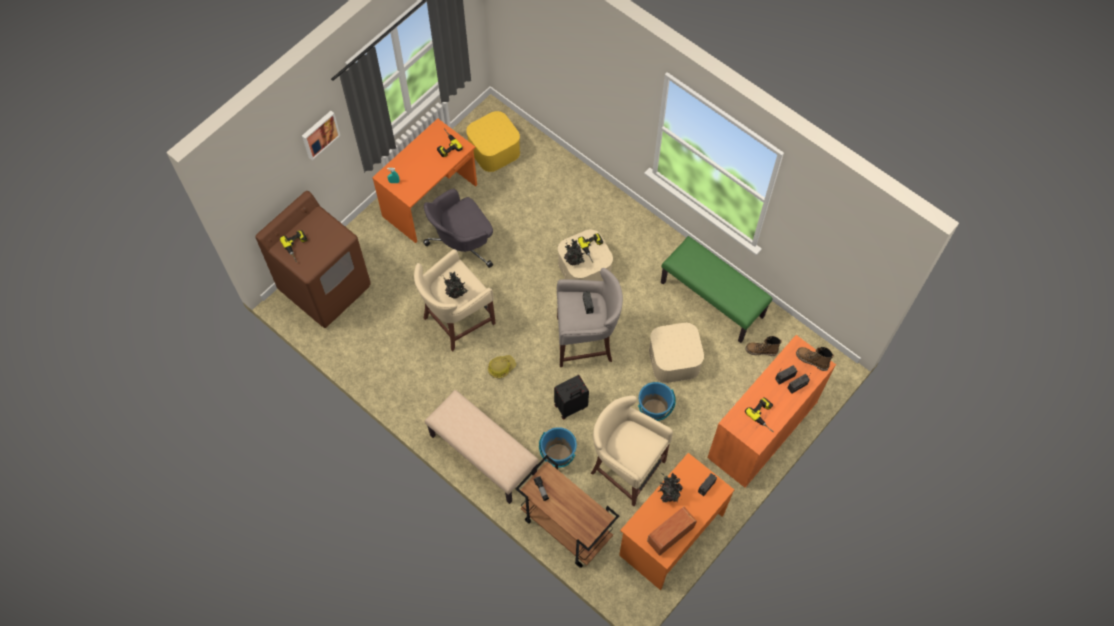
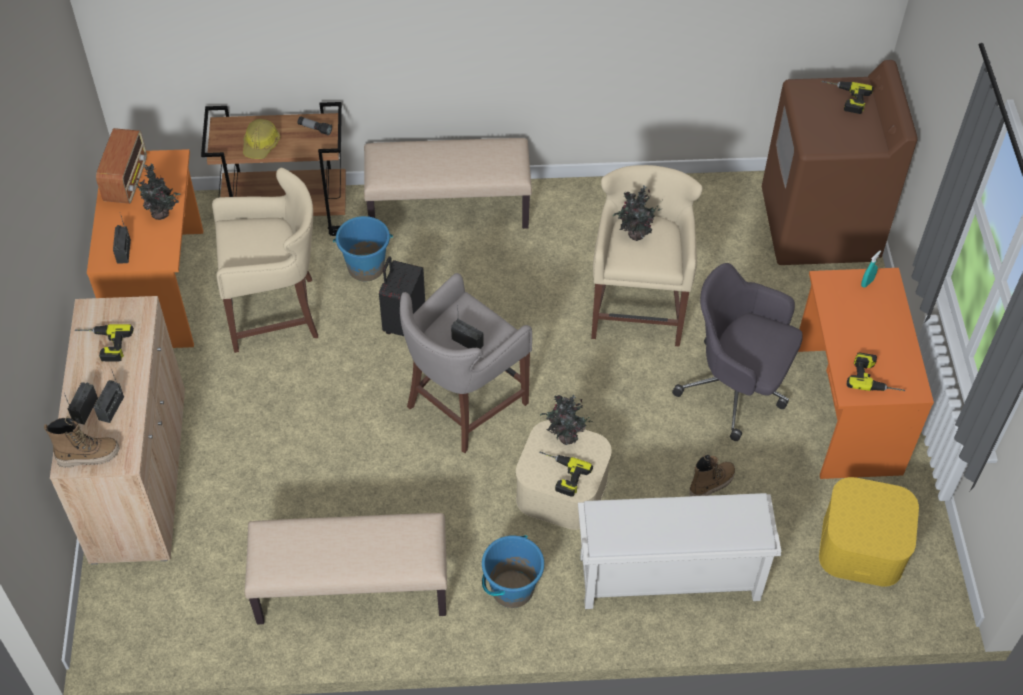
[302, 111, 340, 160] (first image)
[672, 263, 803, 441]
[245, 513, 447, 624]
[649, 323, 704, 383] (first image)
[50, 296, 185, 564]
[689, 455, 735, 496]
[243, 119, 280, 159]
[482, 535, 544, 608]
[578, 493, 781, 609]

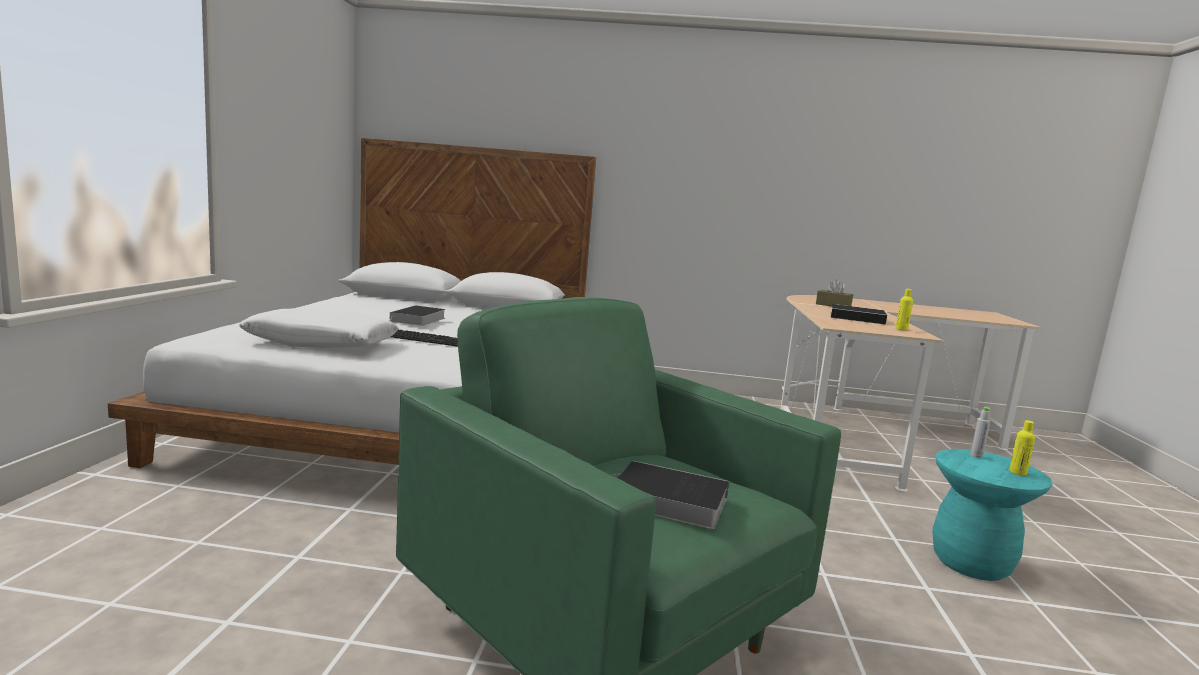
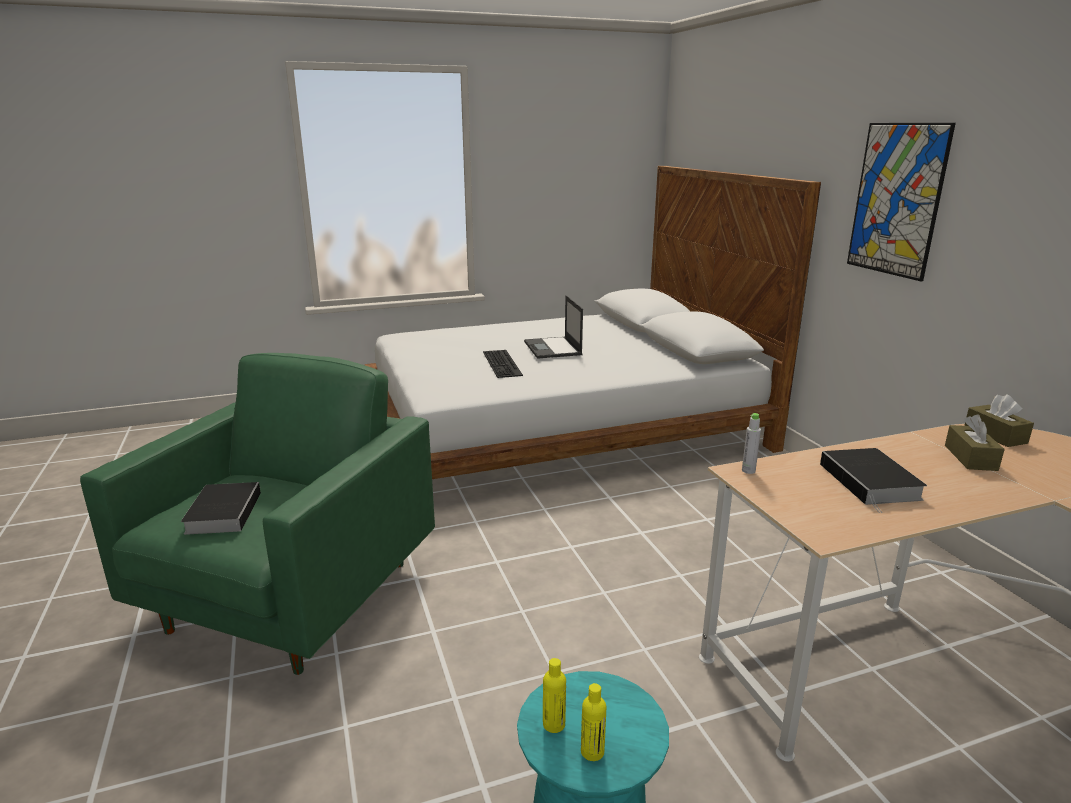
[543, 658, 566, 733]
[524, 295, 583, 359]
[239, 308, 399, 348] (first image)
[742, 413, 761, 474]
[847, 123, 956, 281]
[964, 394, 1034, 447]

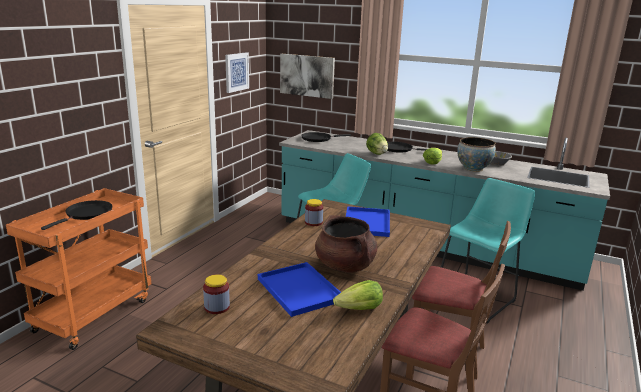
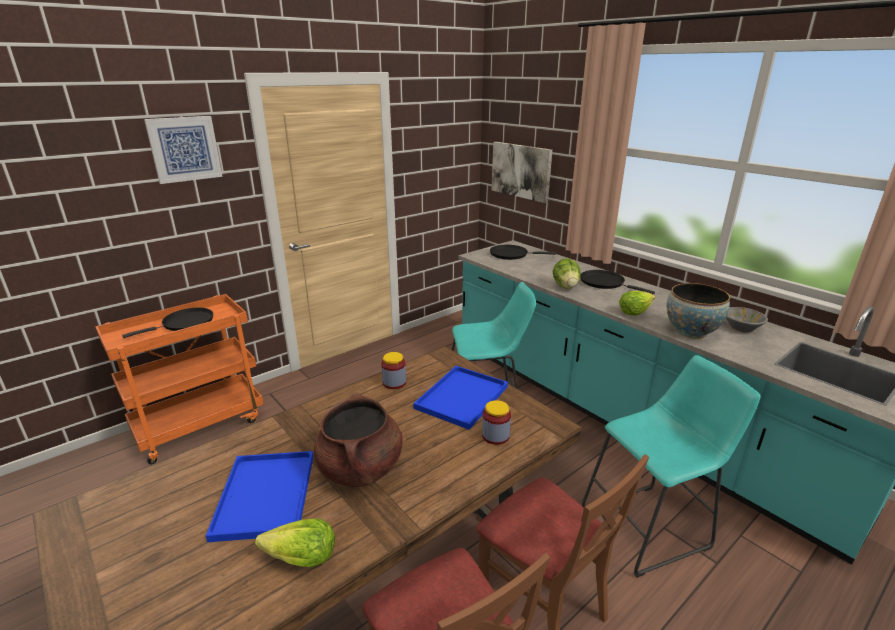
[144, 116, 222, 184]
[482, 400, 511, 445]

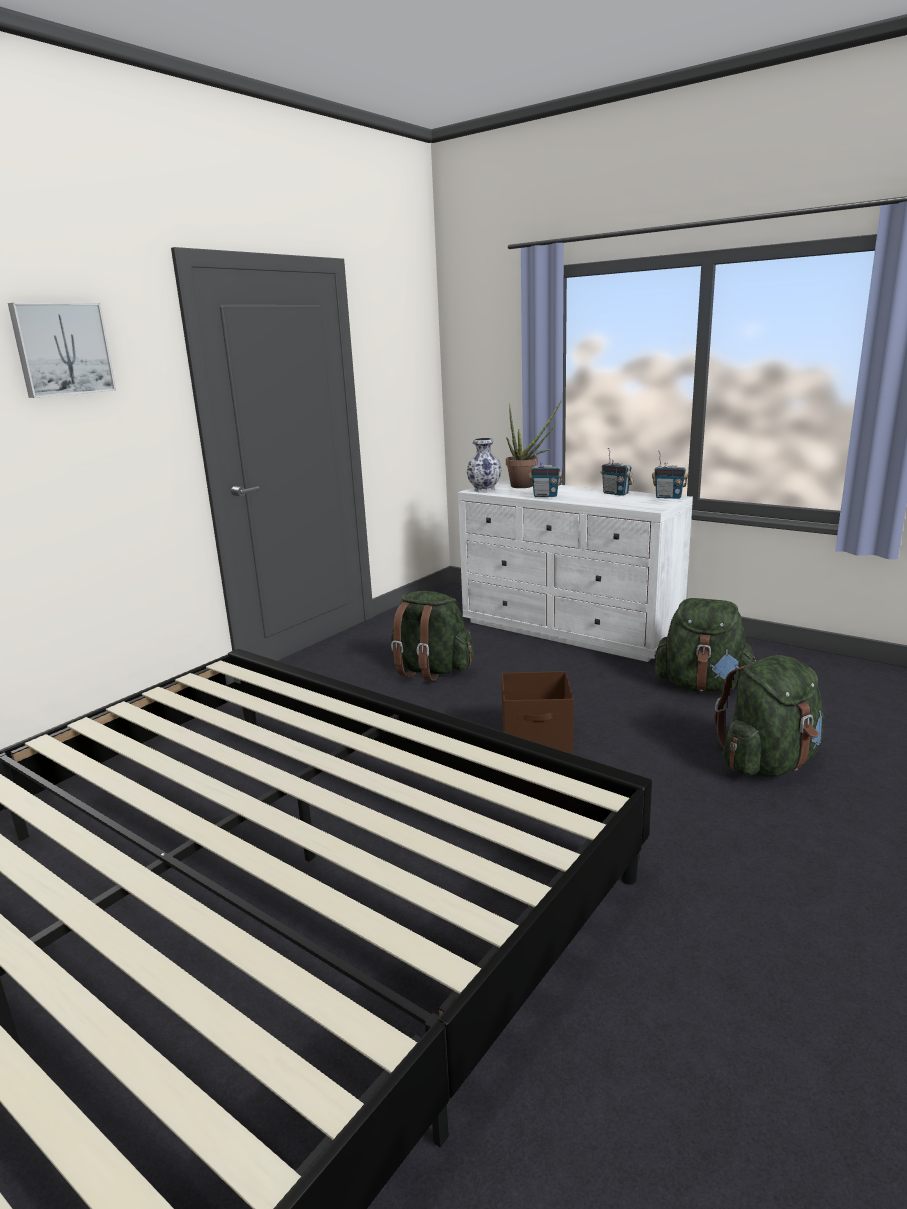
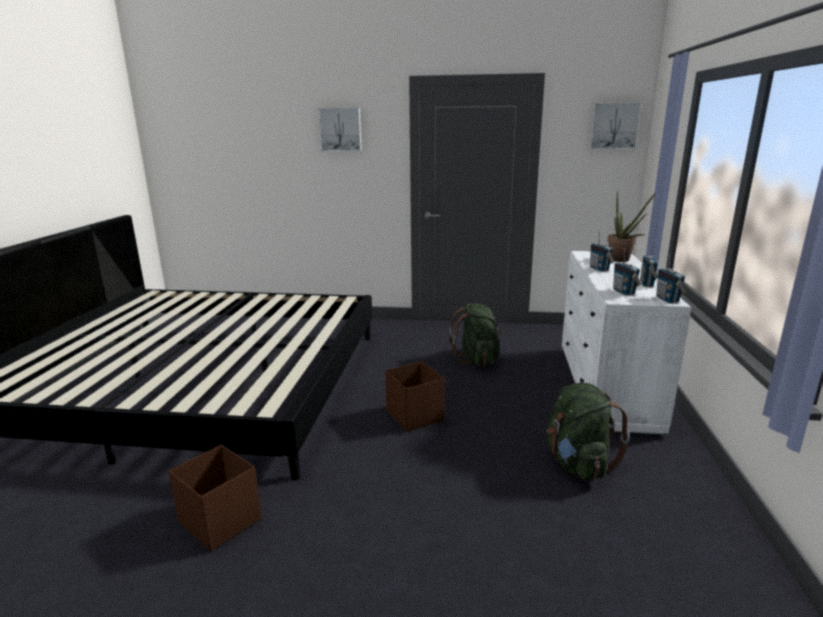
[467, 438, 502, 492] (first image)
[714, 655, 825, 777] (first image)
[590, 102, 641, 149]
[613, 248, 641, 295]
[169, 444, 261, 551]

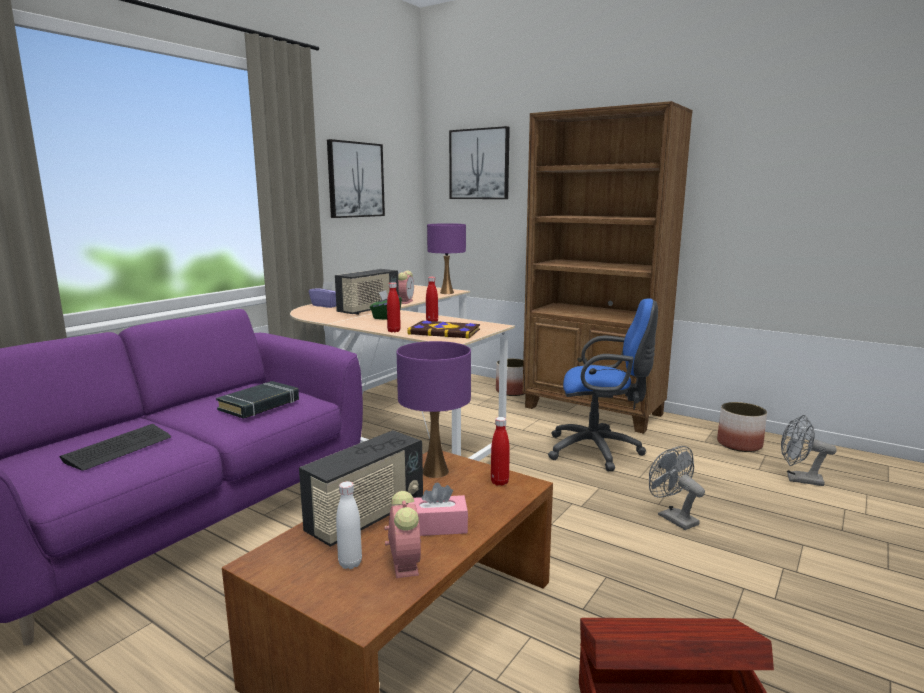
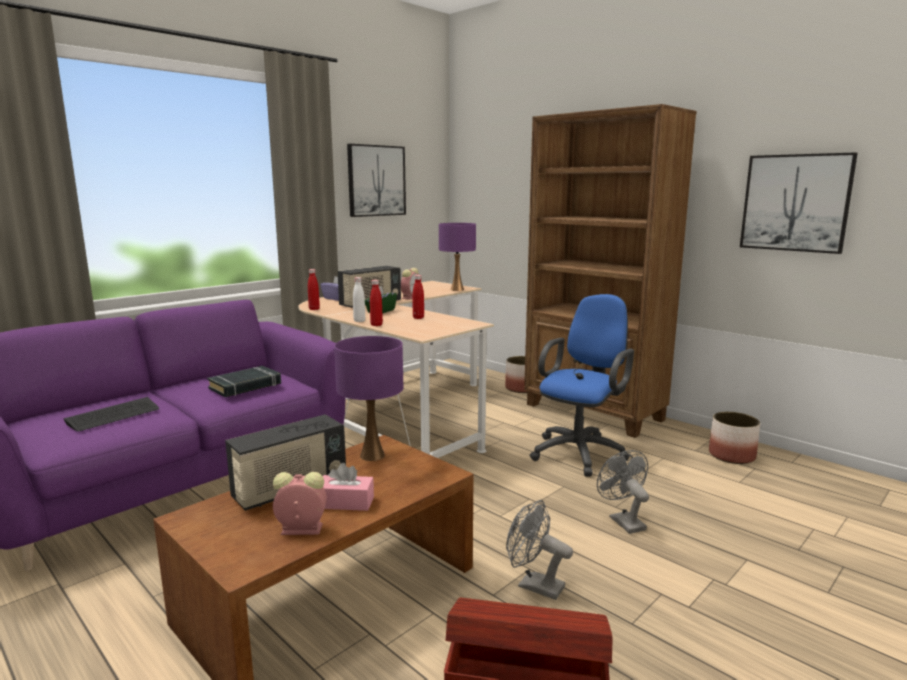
[740, 152, 858, 254]
[530, 294, 634, 476]
[407, 320, 480, 339] (first image)
[506, 500, 573, 600]
[308, 269, 320, 310]
[353, 277, 365, 322]
[273, 472, 327, 535]

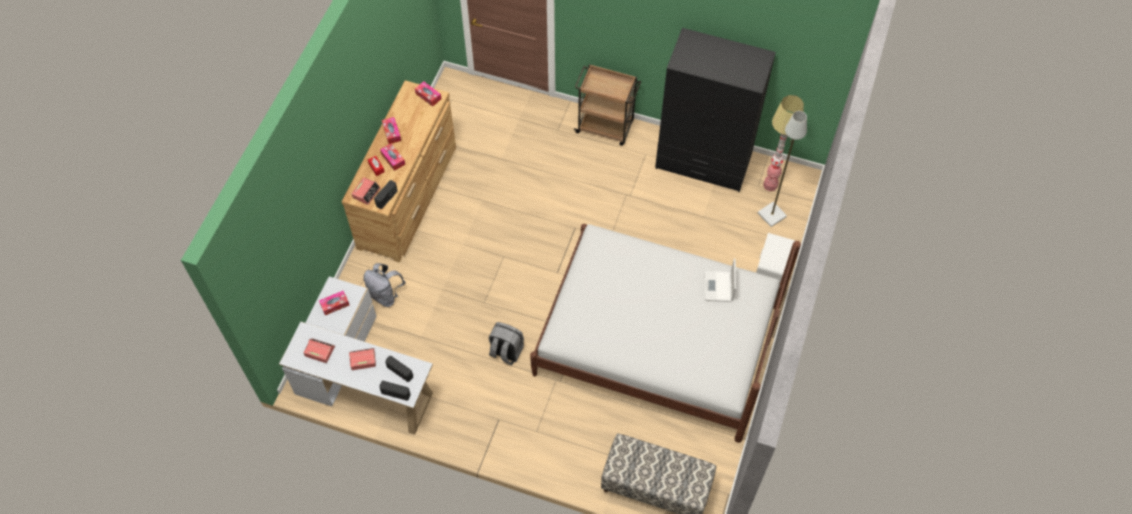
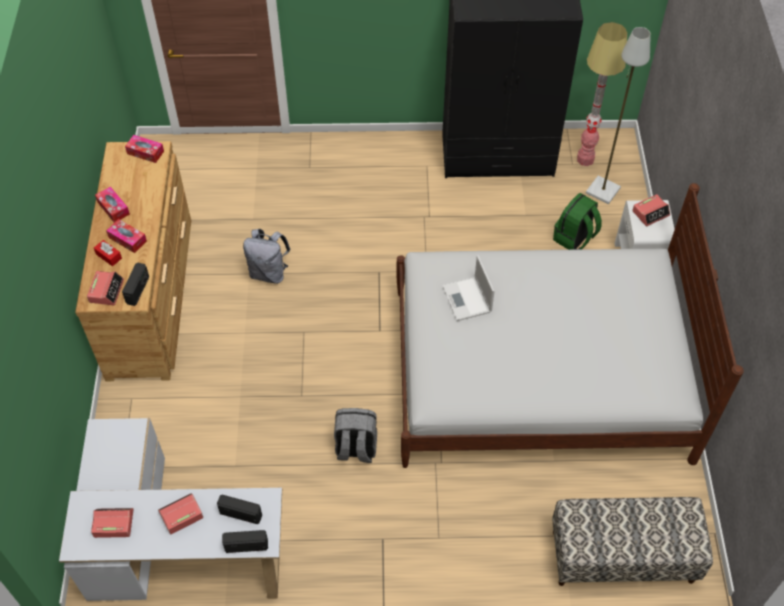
[574, 64, 641, 146] (first image)
[442, 255, 495, 321]
[243, 229, 291, 284]
[319, 291, 349, 315] (first image)
[553, 193, 602, 250]
[632, 194, 670, 226]

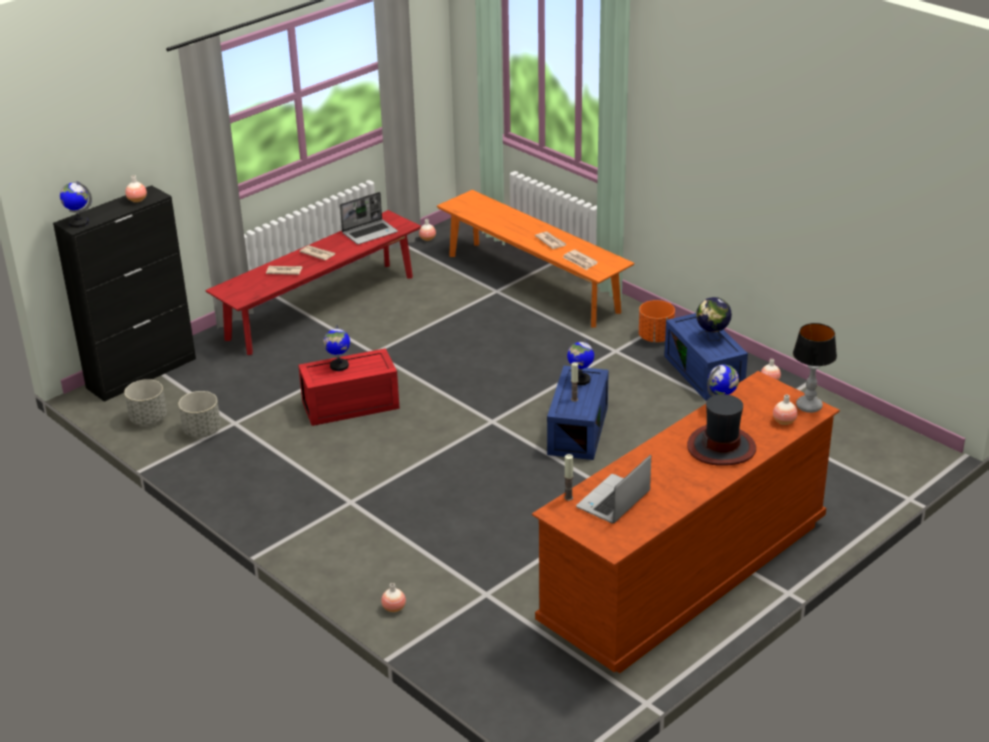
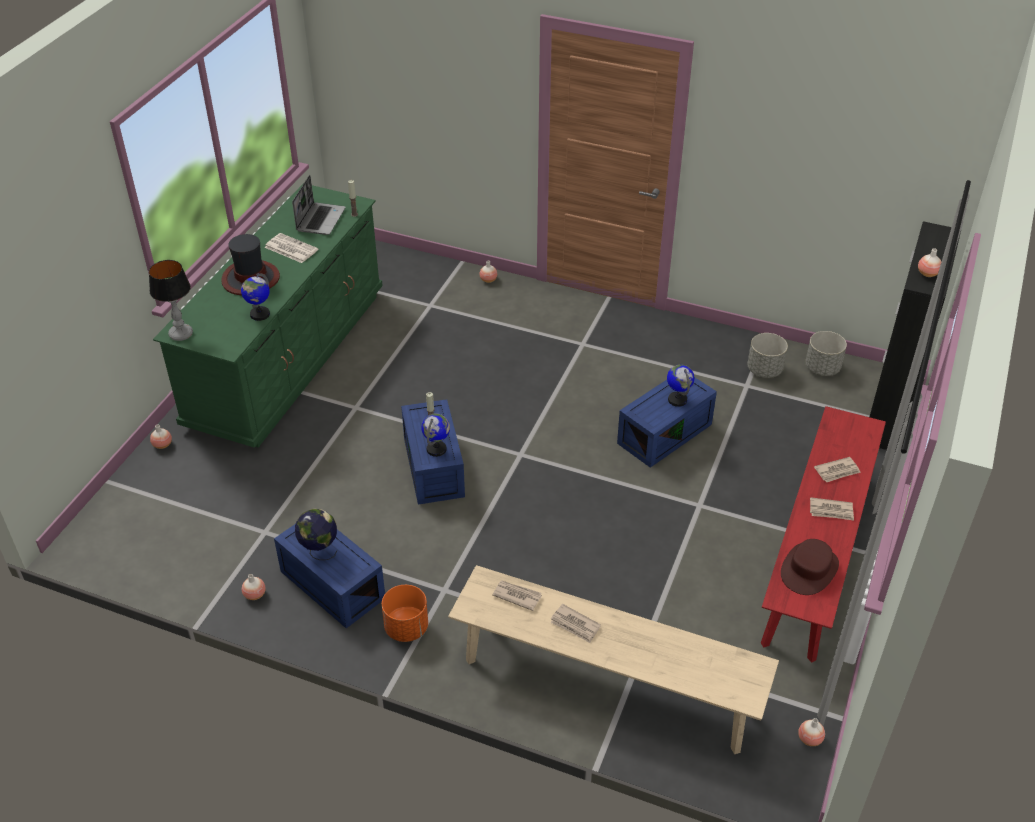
[60, 181, 92, 228] (first image)
[448, 565, 779, 754]
[781, 539, 839, 595]
[617, 377, 717, 468]
[153, 183, 383, 448]
[150, 424, 172, 449]
[264, 233, 318, 263]

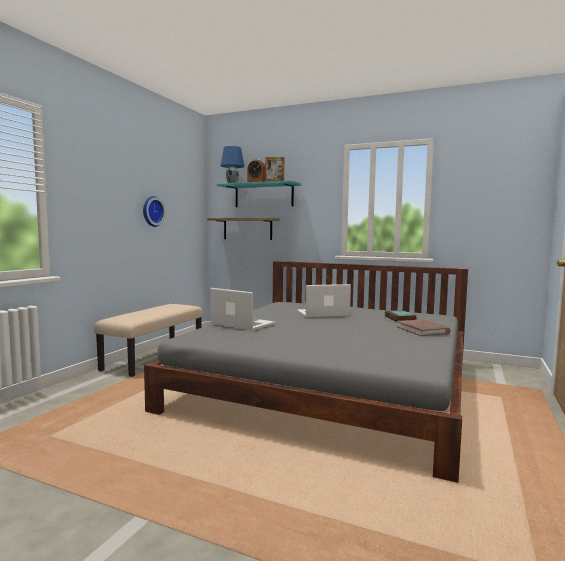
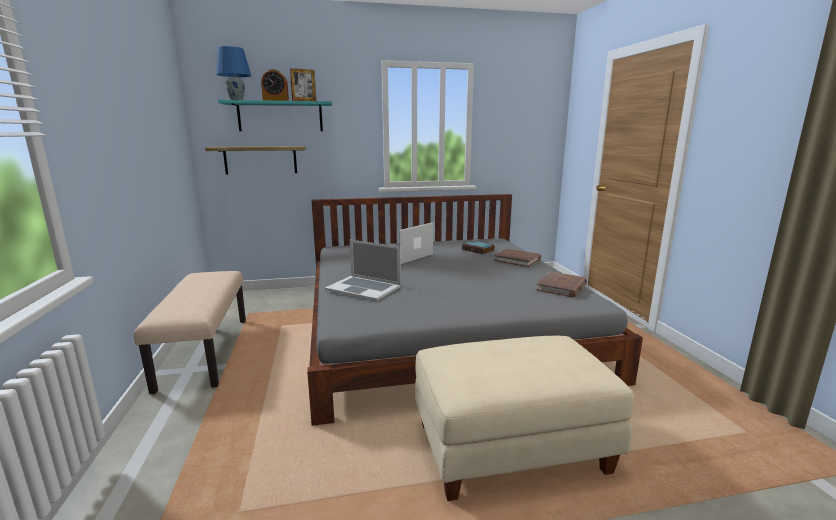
[143, 196, 166, 227] (first image)
[325, 240, 401, 301]
[536, 272, 587, 297]
[415, 336, 634, 501]

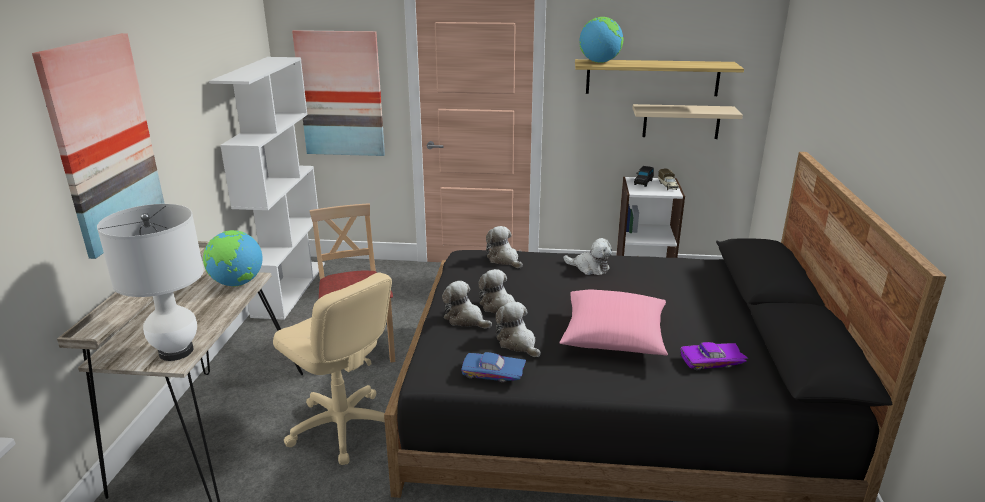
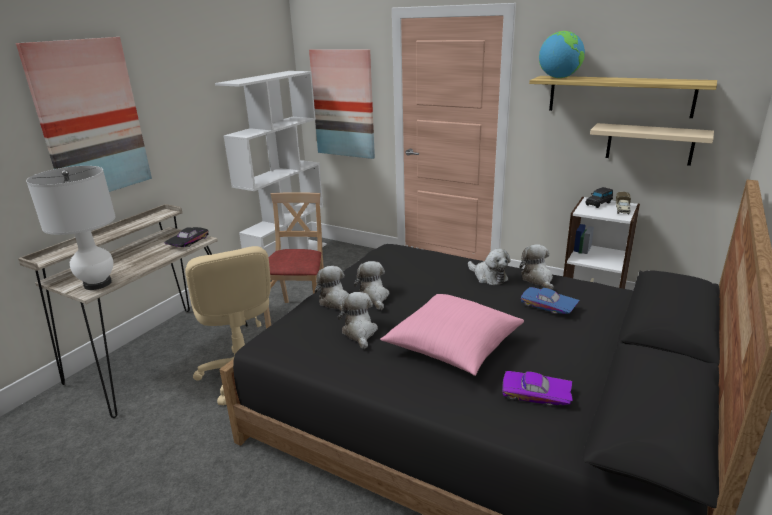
[519, 244, 553, 290]
[165, 227, 209, 247]
[521, 287, 580, 314]

